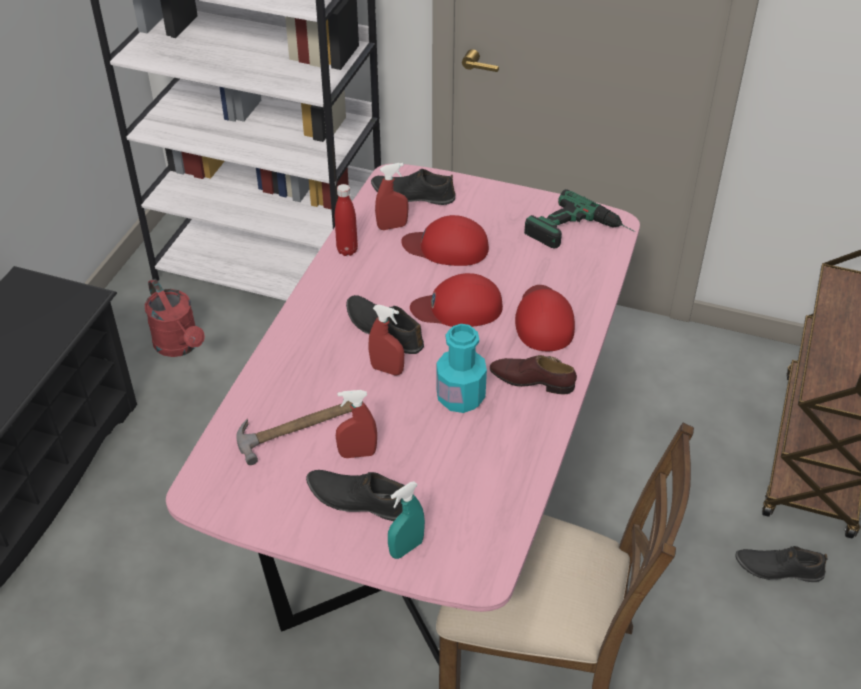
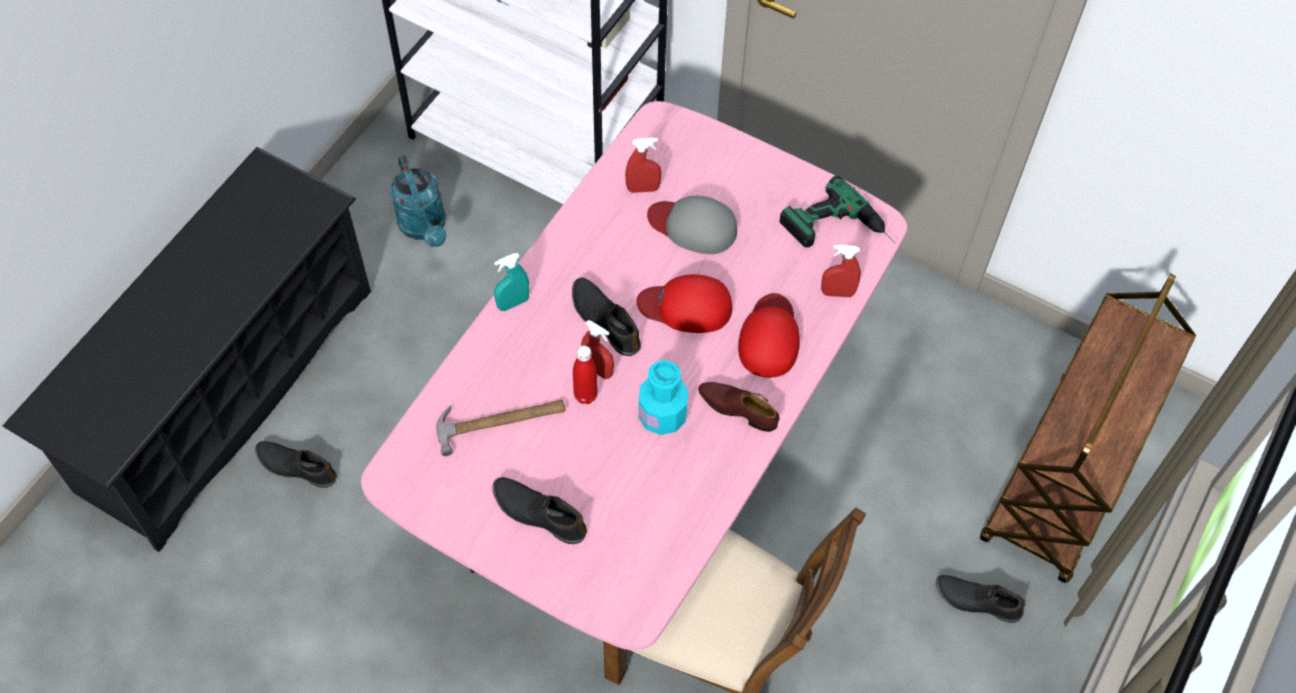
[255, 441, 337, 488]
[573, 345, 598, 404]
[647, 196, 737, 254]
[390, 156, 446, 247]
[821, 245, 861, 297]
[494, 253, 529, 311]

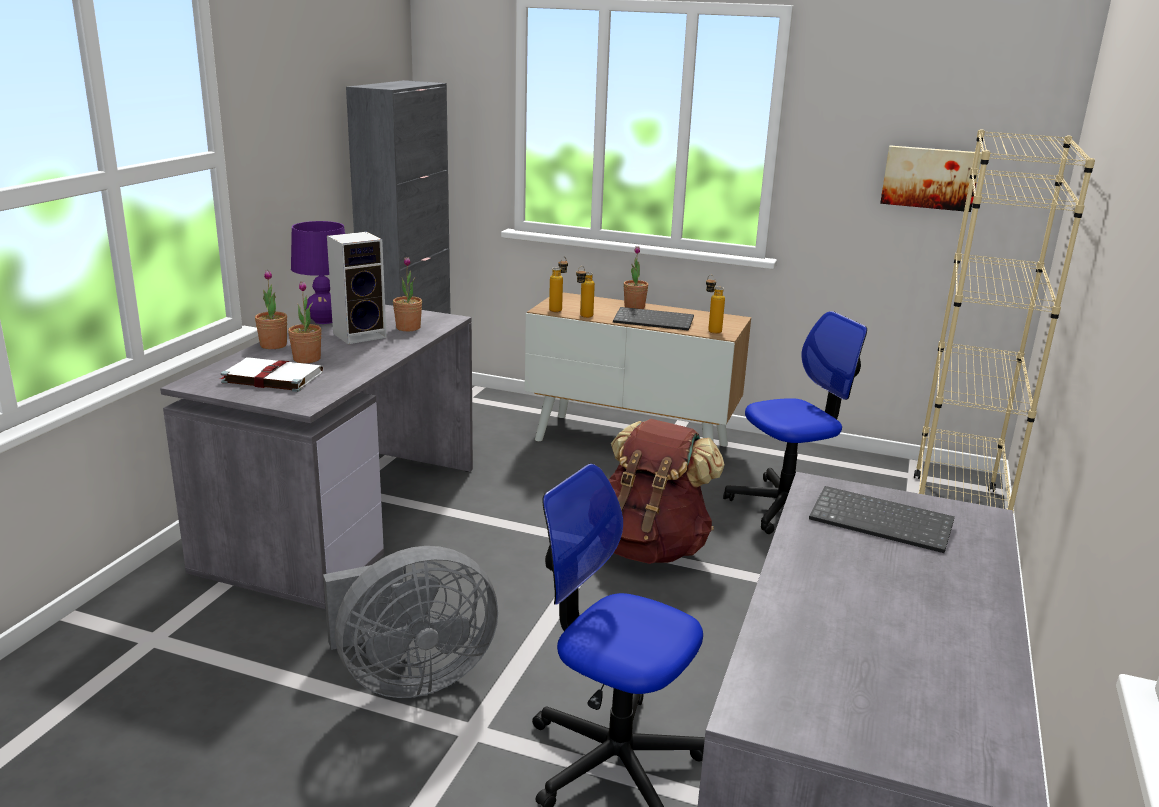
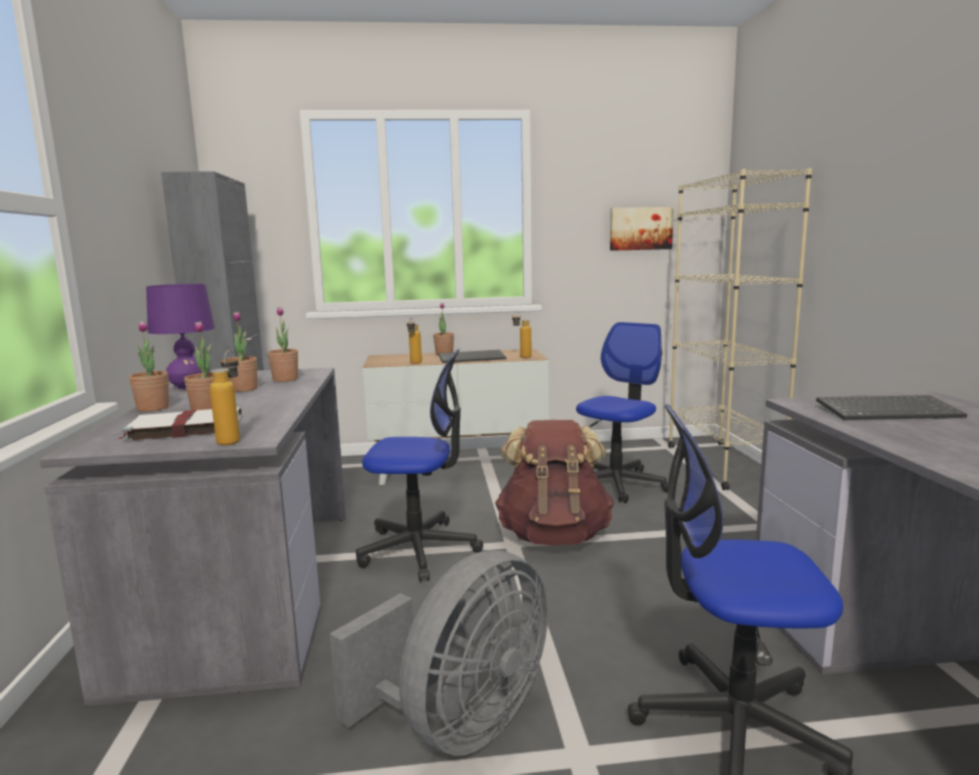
[228, 312, 257, 392]
[210, 350, 240, 445]
[356, 349, 483, 582]

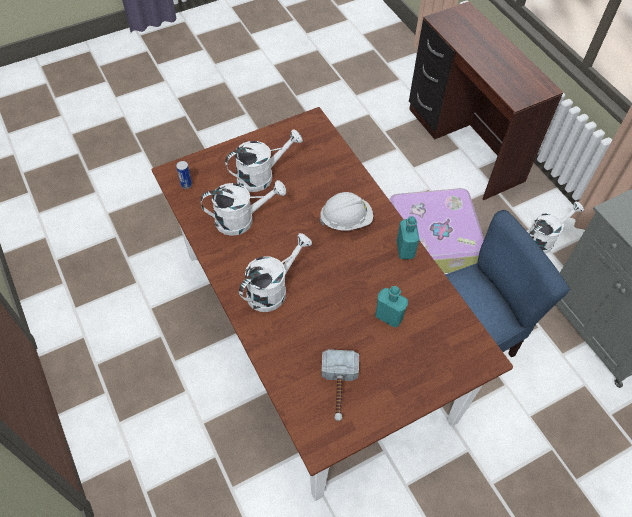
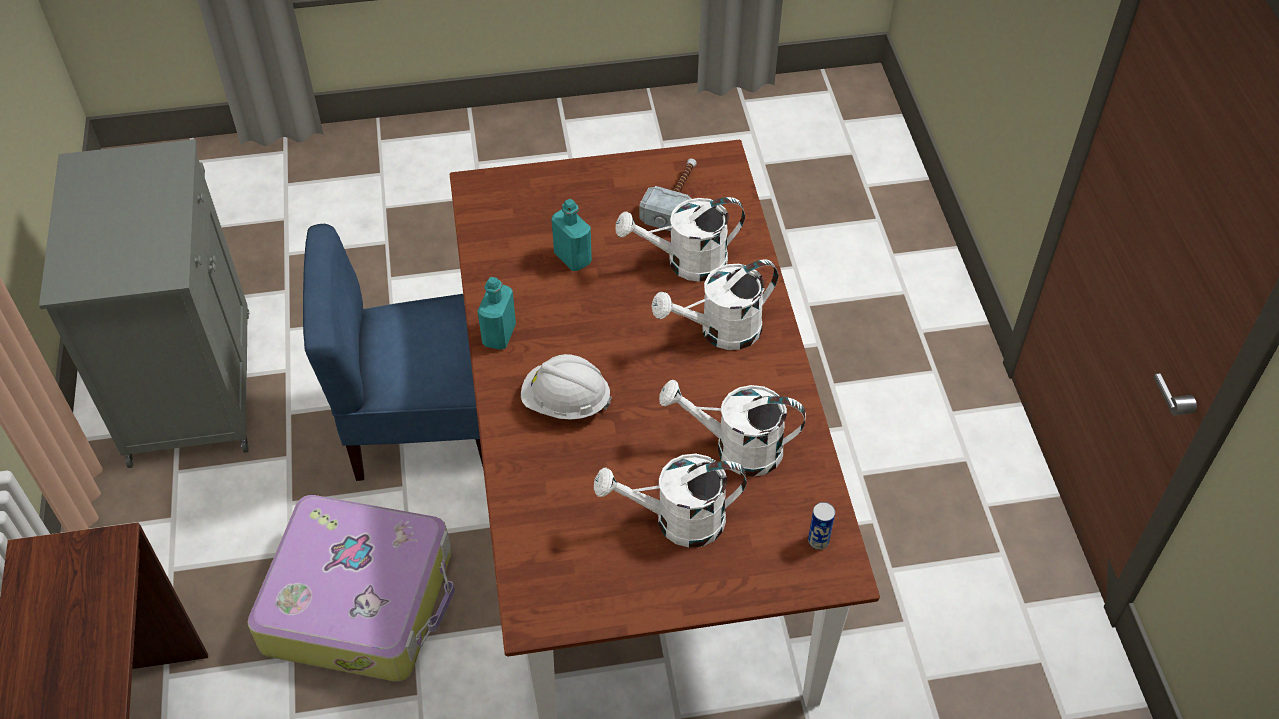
[616, 197, 745, 282]

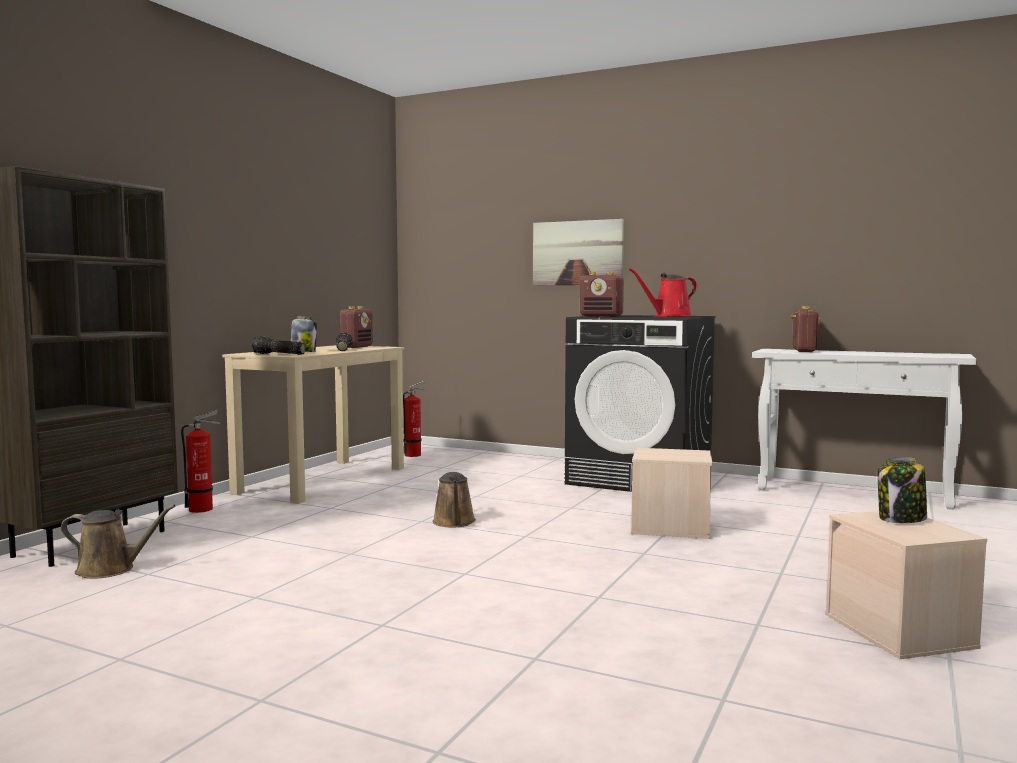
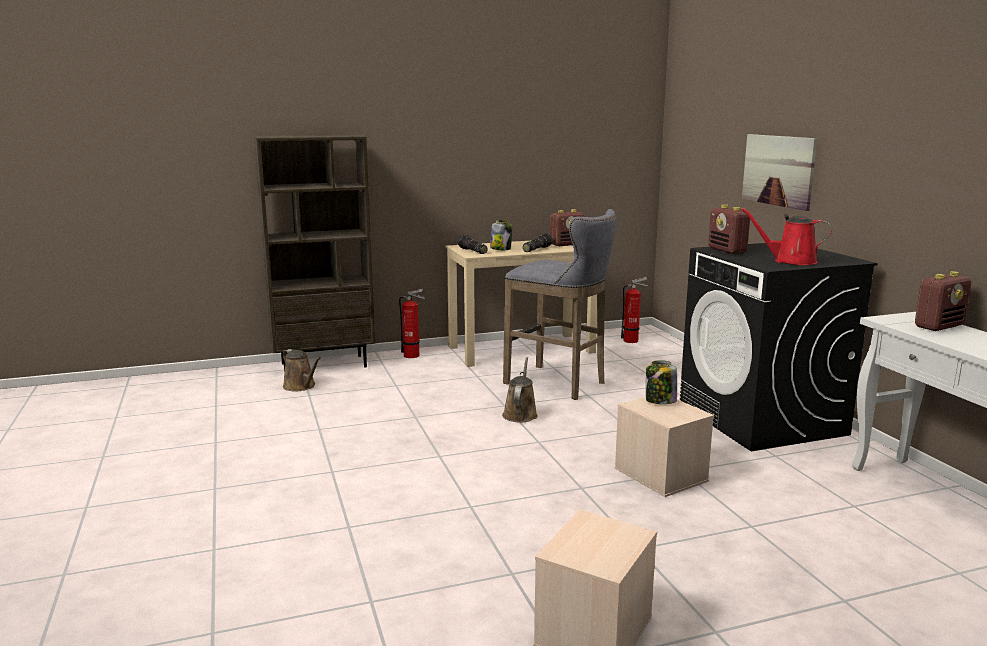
[646, 360, 677, 404]
[502, 357, 538, 422]
[503, 209, 616, 400]

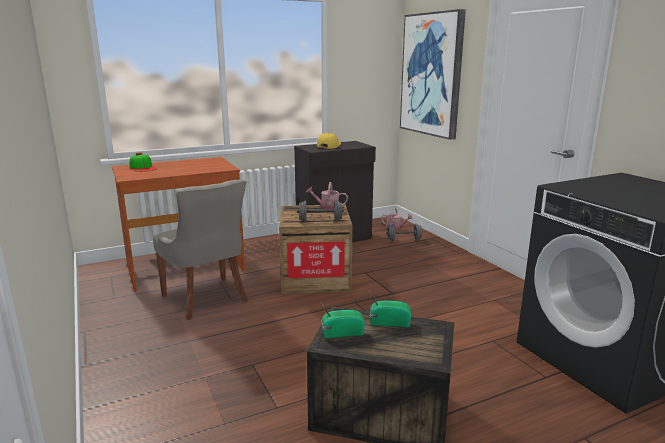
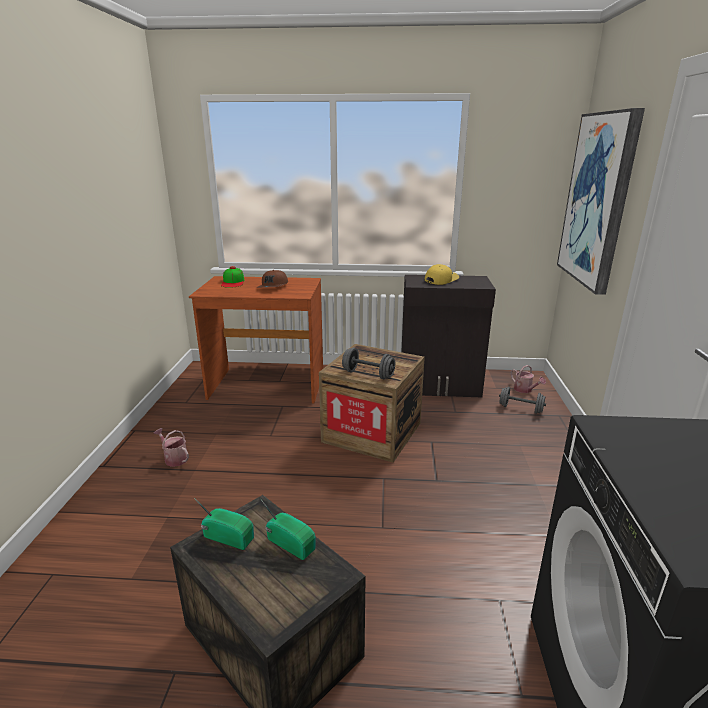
[153, 180, 248, 320] (first image)
[154, 428, 189, 467]
[257, 270, 288, 288]

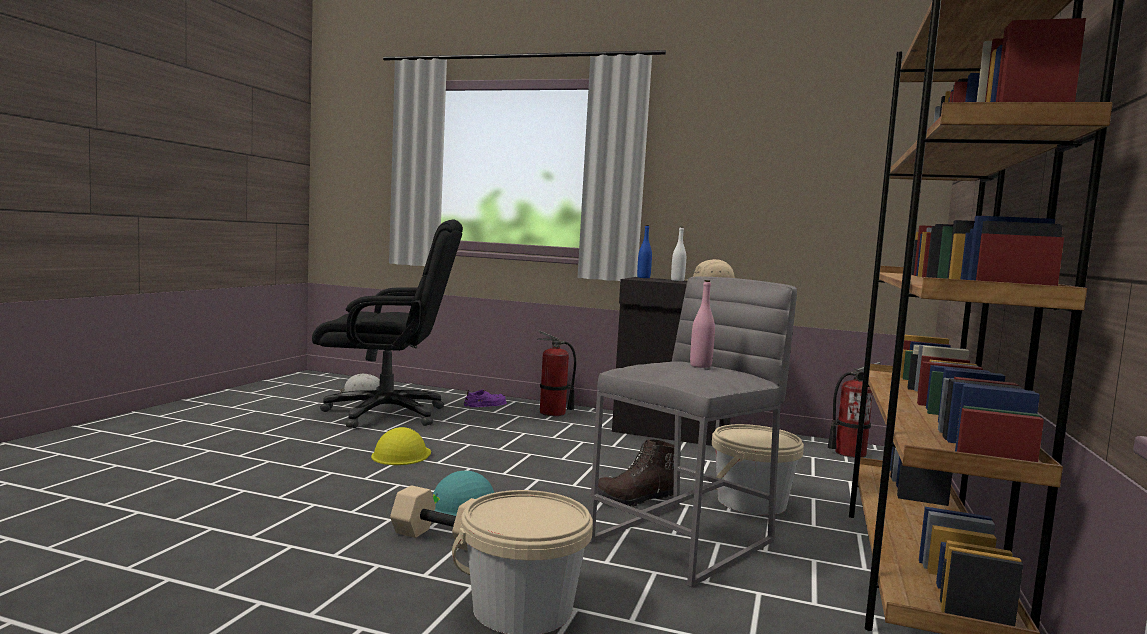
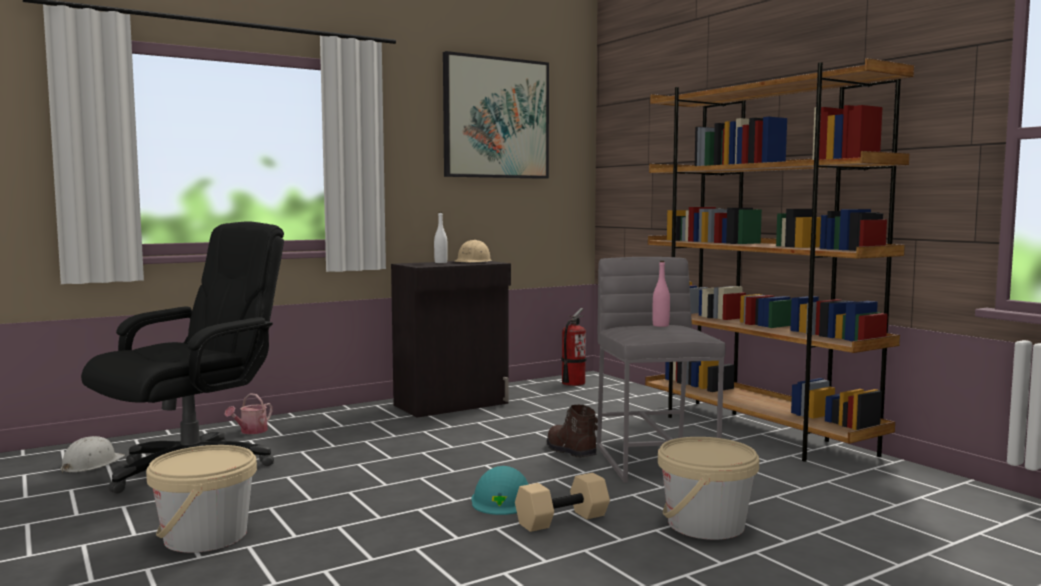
[637, 225, 652, 278] (first image)
[537, 330, 576, 416] (first image)
[224, 393, 272, 434]
[146, 445, 257, 553]
[371, 427, 431, 465] (first image)
[547, 405, 598, 458]
[443, 51, 549, 179]

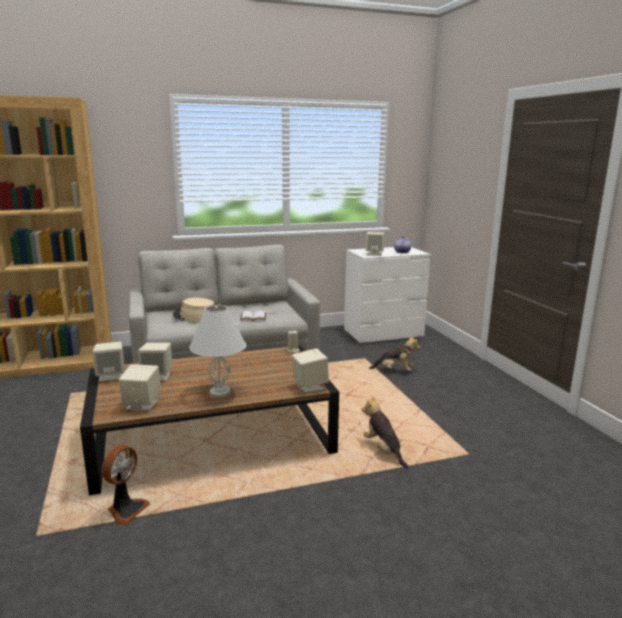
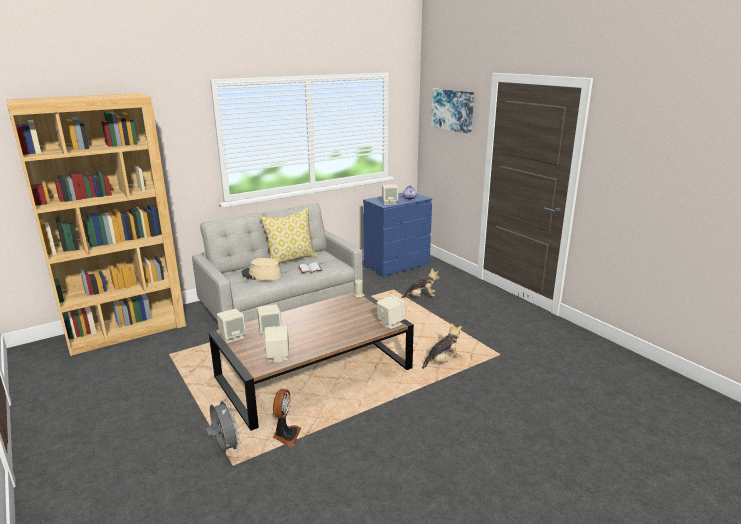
[363, 193, 432, 277]
[190, 305, 246, 397] (first image)
[422, 323, 462, 369]
[431, 88, 474, 134]
[260, 208, 318, 264]
[205, 397, 241, 453]

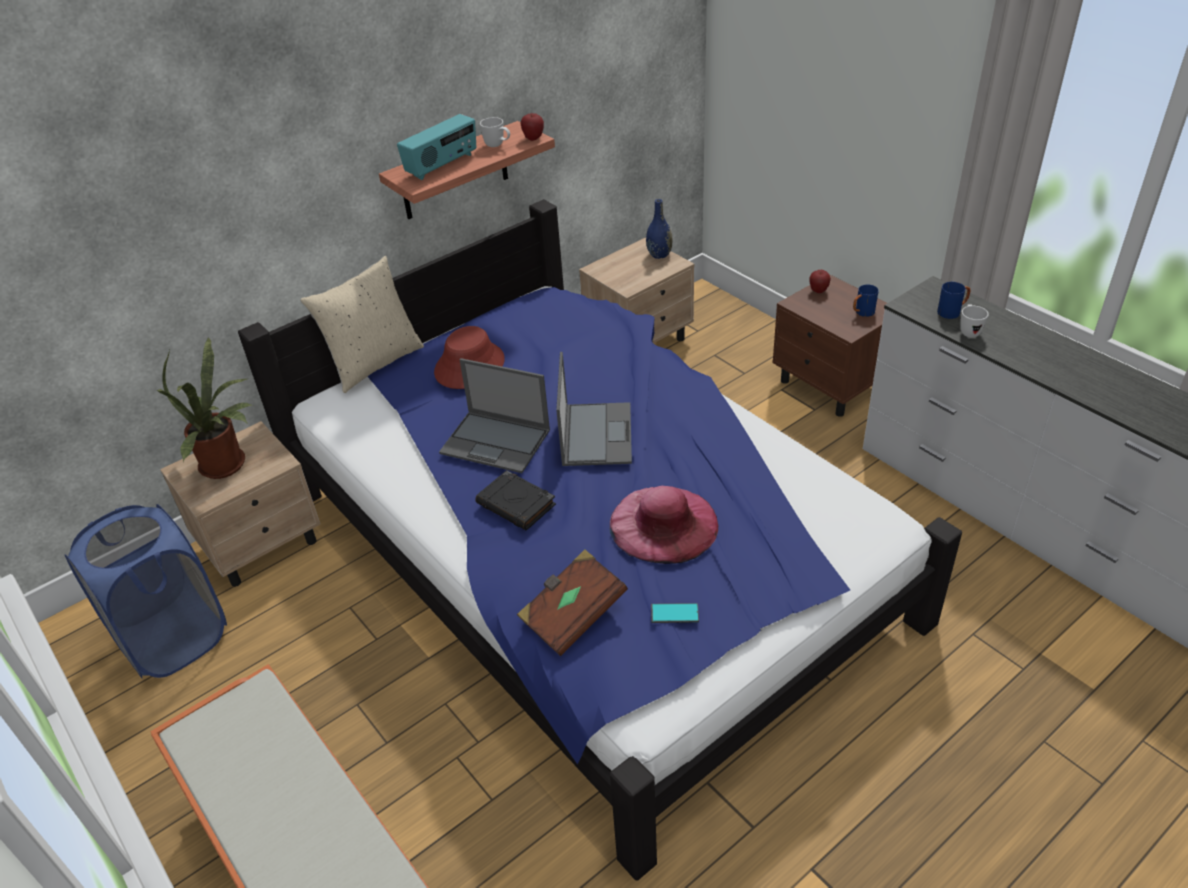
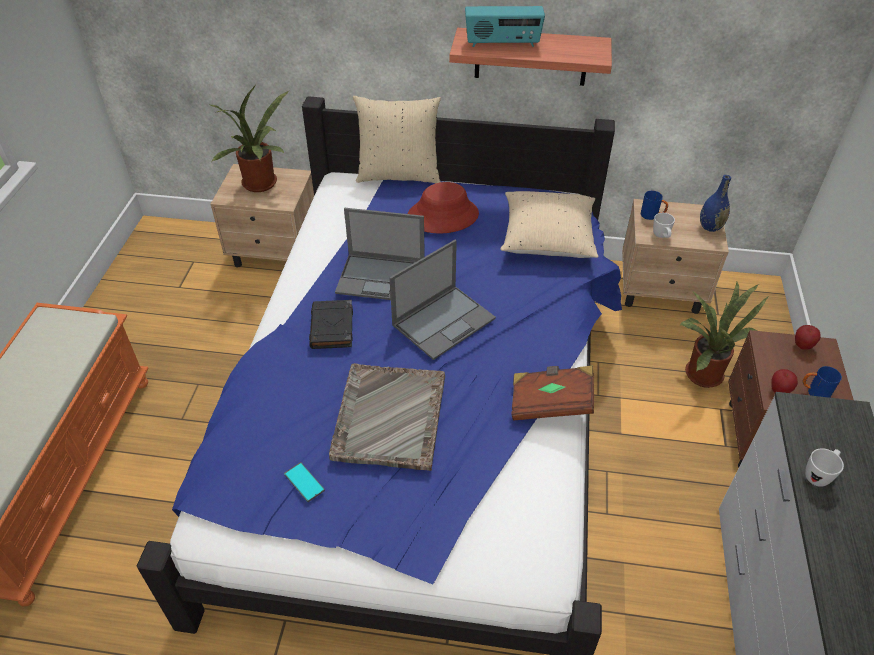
[771, 369, 798, 393]
[653, 213, 675, 238]
[640, 191, 668, 220]
[335, 208, 425, 300]
[329, 363, 445, 471]
[65, 504, 227, 678] (first image)
[511, 366, 594, 420]
[500, 191, 598, 258]
[680, 280, 769, 388]

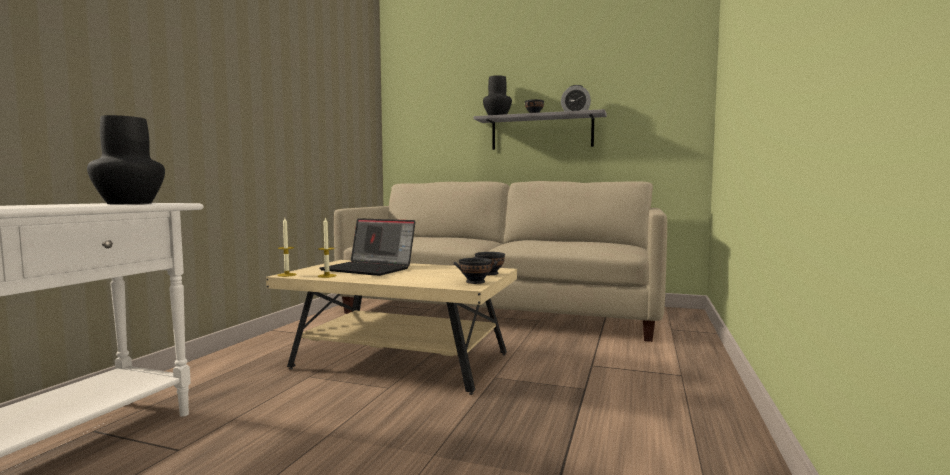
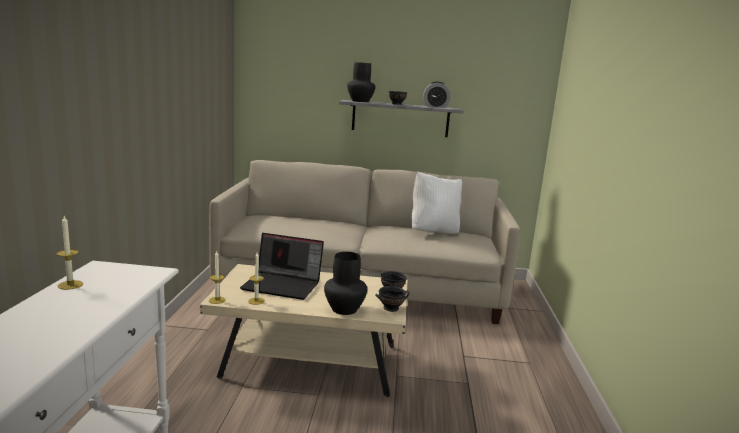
[324, 252, 367, 315]
[411, 171, 462, 234]
[56, 216, 83, 290]

